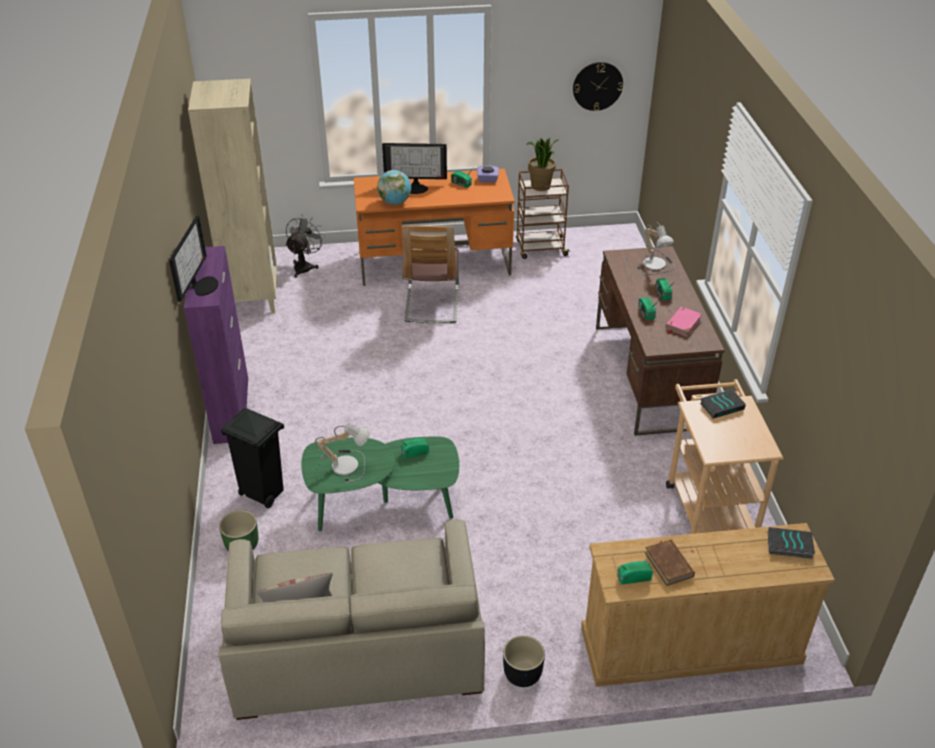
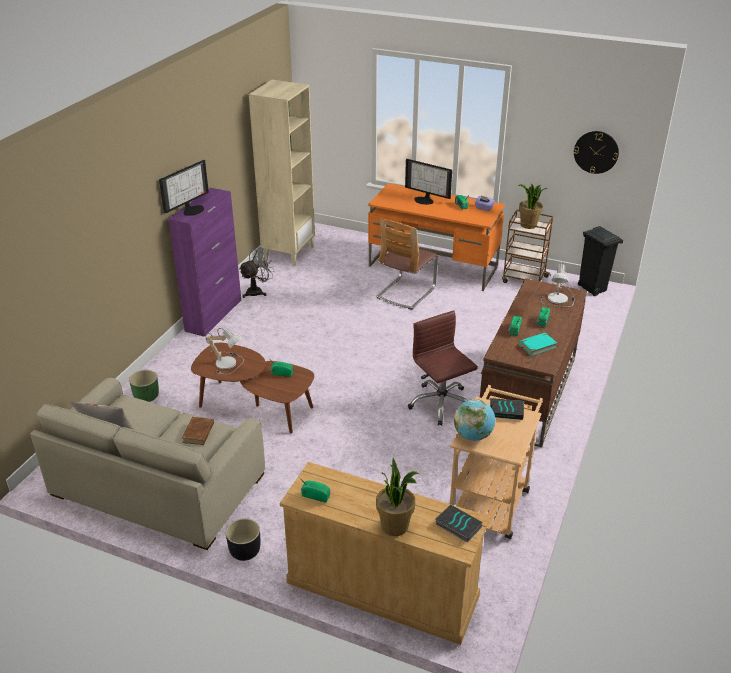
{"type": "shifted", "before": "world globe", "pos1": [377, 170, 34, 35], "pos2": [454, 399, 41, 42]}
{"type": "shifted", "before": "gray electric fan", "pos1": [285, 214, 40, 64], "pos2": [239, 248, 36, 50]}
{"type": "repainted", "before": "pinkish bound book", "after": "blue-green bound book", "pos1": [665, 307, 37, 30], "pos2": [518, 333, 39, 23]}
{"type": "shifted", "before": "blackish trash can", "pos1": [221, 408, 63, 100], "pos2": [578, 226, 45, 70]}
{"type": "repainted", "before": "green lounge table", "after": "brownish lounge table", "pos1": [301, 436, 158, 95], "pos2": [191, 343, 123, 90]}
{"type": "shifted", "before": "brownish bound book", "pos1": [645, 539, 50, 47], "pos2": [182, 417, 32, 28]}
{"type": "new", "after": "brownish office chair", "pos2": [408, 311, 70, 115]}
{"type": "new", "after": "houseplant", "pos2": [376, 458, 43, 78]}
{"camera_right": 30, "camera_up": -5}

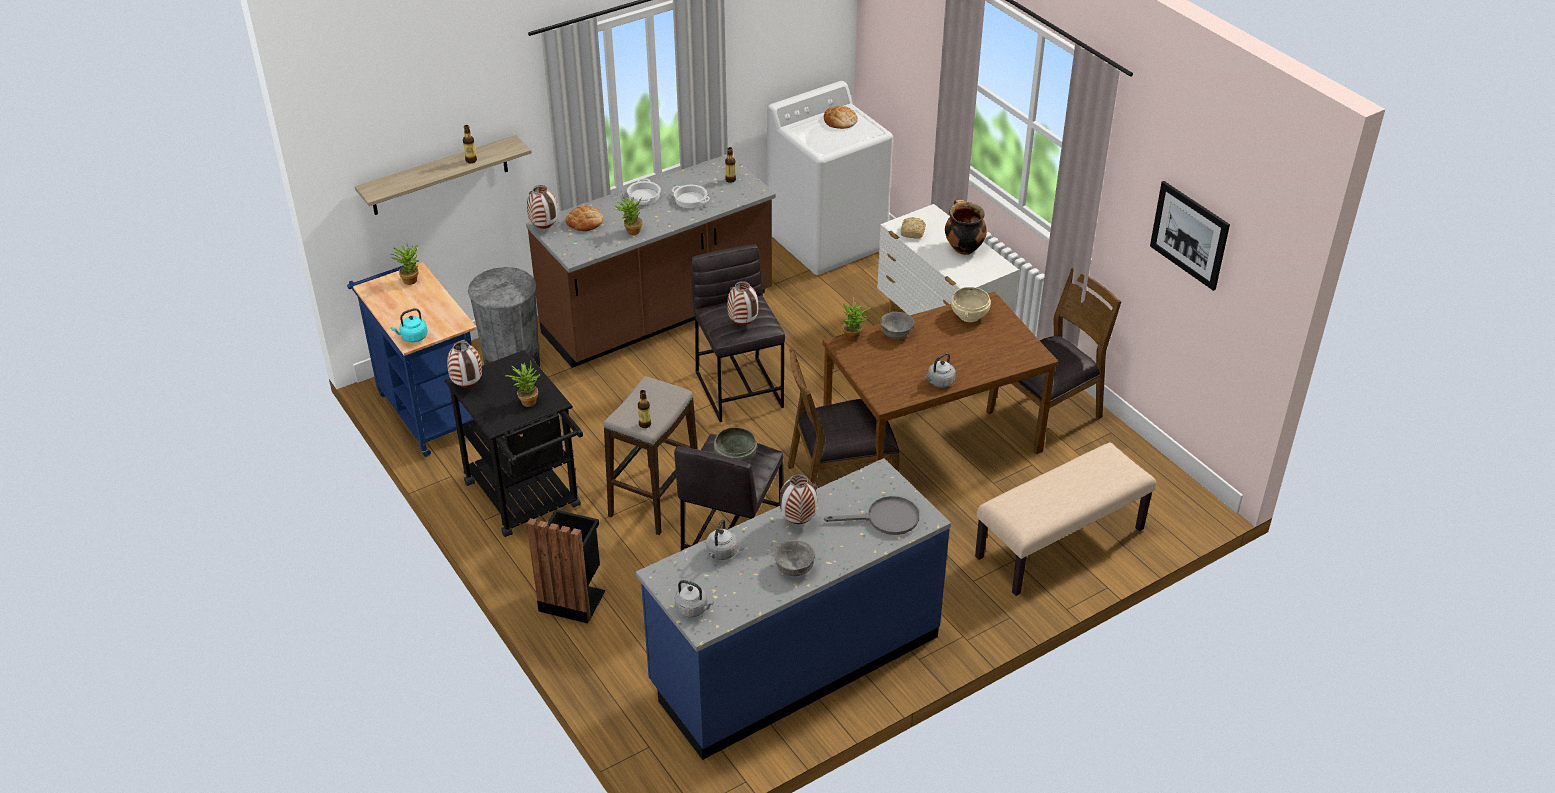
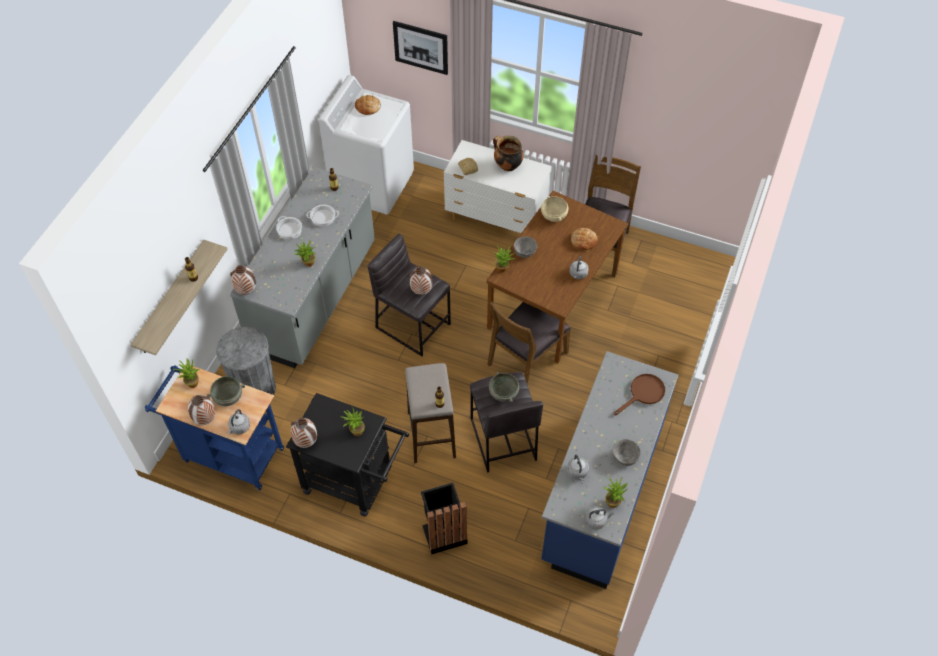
{"type": "repainted", "before": "brownish counter", "after": "gray counter", "pos1": [526, 154, 250, 214], "pos2": [230, 167, 145, 201]}
{"type": "shifted", "before": "wall picture", "pos1": [1150, 181, 80, 110], "pos2": [393, 21, 55, 54]}
{"type": "shifted", "before": "bakery bread", "pos1": [566, 206, 37, 25], "pos2": [571, 228, 26, 22]}
{"type": "repainted", "before": "blue-green water kettle", "after": "gray water kettle", "pos1": [391, 308, 37, 35], "pos2": [227, 409, 23, 25]}
{"type": "gone", "before": "beige bench", "pos1": [975, 442, 181, 154]}
{"type": "shifted", "before": "flower vase", "pos1": [780, 474, 37, 50], "pos2": [188, 395, 27, 30]}
{"type": "repainted", "before": "gray pan", "after": "brownish pan", "pos1": [824, 496, 95, 39], "pos2": [614, 374, 51, 41]}
{"type": "new", "after": "gray bowl", "pos2": [207, 376, 38, 30]}
{"type": "new", "after": "houseplant", "pos2": [604, 476, 24, 32]}
{"camera_right": -35, "camera_up": 15}

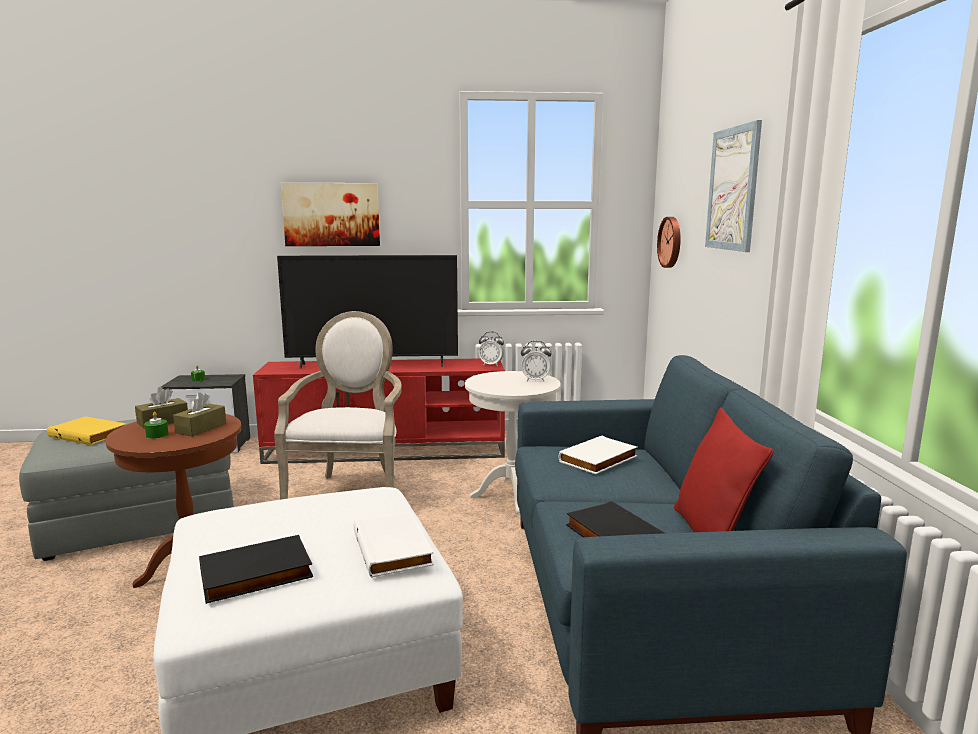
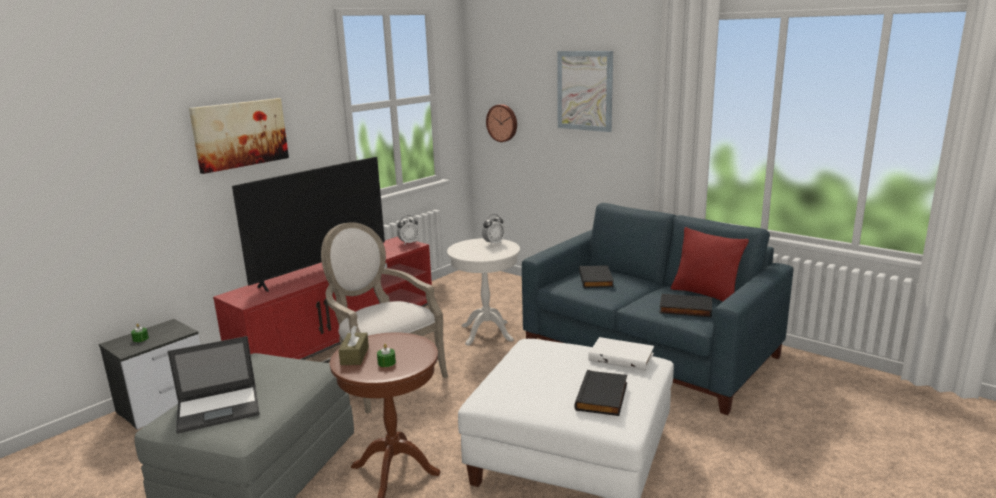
{"type": "gone", "before": "brownish box of tissues", "pos1": [173, 393, 53, 44]}
{"type": "swapped", "before": "yellow-coloured bound book", "after": "portable computer", "pos1": [47, 416, 79, 29], "pos2": [167, 336, 93, 98]}
{"type": "repainted", "before": "whitish bound book", "after": "blackish bound book", "pos1": [559, 436, 78, 38], "pos2": [579, 265, 35, 23]}
{"camera_right": -45, "camera_up": 5}

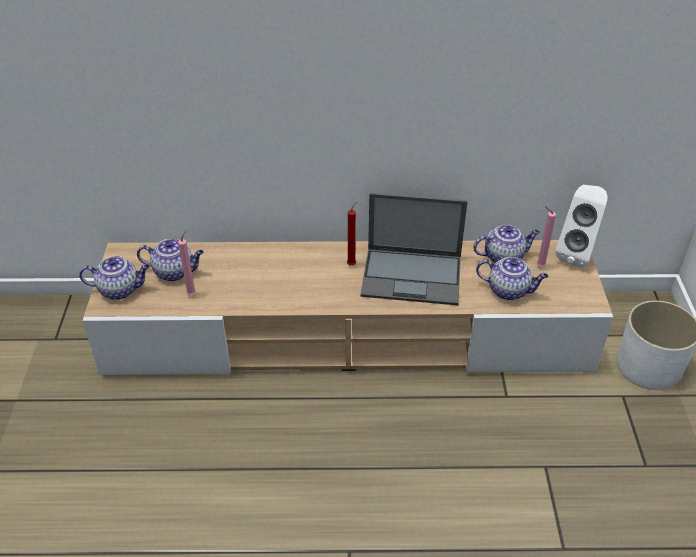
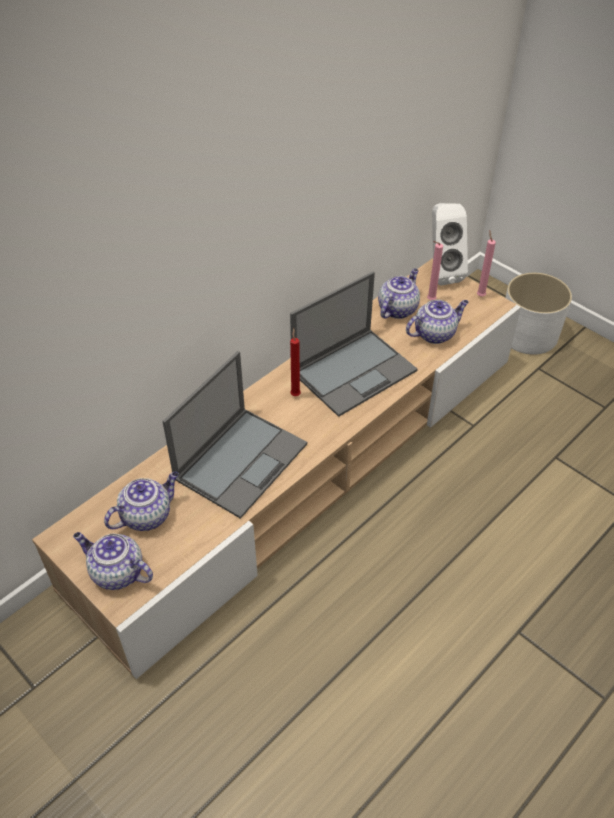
{"type": "shifted", "before": "pinkish wax candle", "pos1": [178, 230, 18, 66], "pos2": [477, 231, 19, 65]}
{"type": "rotated", "before": "teapot", "pos1": [79, 256, 71, 44], "pos2": [73, 532, 80, 58], "turn": -105}
{"type": "new", "after": "portable computer", "pos2": [162, 351, 145, 168]}
{"camera_right": -45, "camera_up": 5}

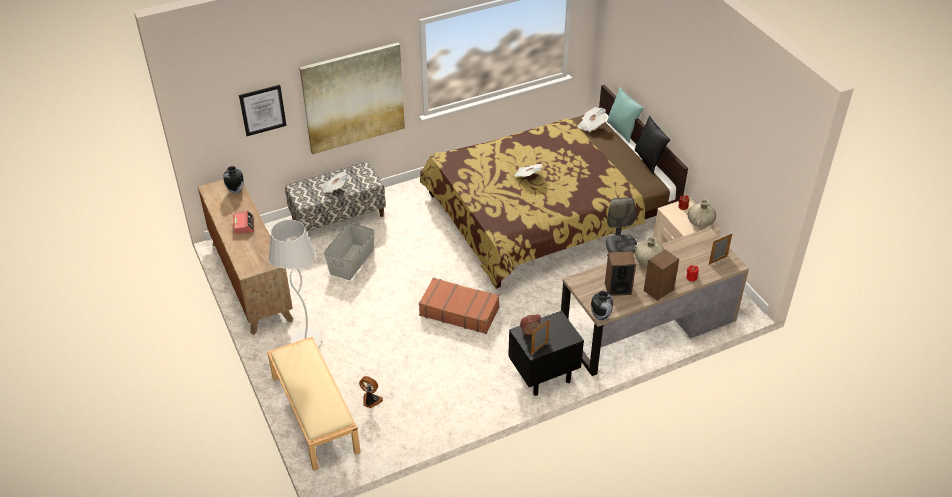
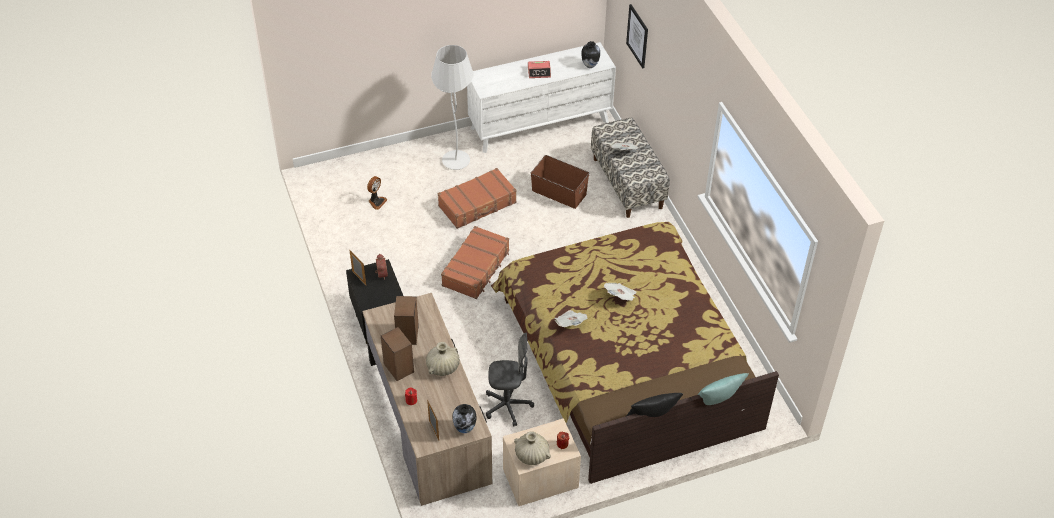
{"type": "gone", "before": "wall picture", "pos1": [299, 43, 106, 112]}
{"type": "shifted", "before": "newspaper", "pos1": [578, 107, 29, 25], "pos2": [554, 310, 34, 17]}
{"type": "repainted", "before": "brownish chest of drawers", "after": "whitish chest of drawers", "pos1": [198, 179, 95, 156], "pos2": [467, 42, 149, 111]}
{"type": "repainted", "before": "gray storage container", "after": "brownish storage container", "pos1": [324, 222, 51, 58], "pos2": [531, 155, 58, 54]}
{"type": "shifted", "before": "flower vase", "pos1": [591, 291, 22, 29], "pos2": [452, 404, 25, 29]}
{"type": "gone", "before": "beige bench", "pos1": [267, 337, 94, 134]}
{"type": "new", "after": "brownish suitcase", "pos2": [438, 168, 79, 61]}
{"camera_right": 95, "camera_up": 5}

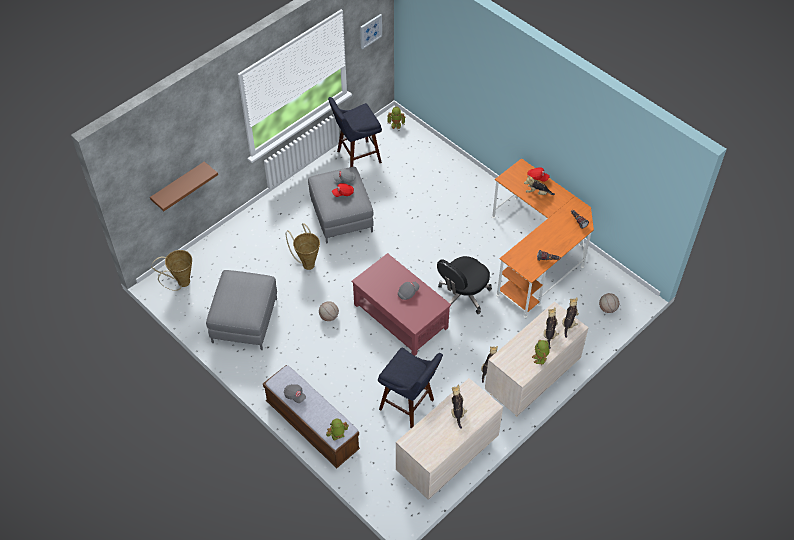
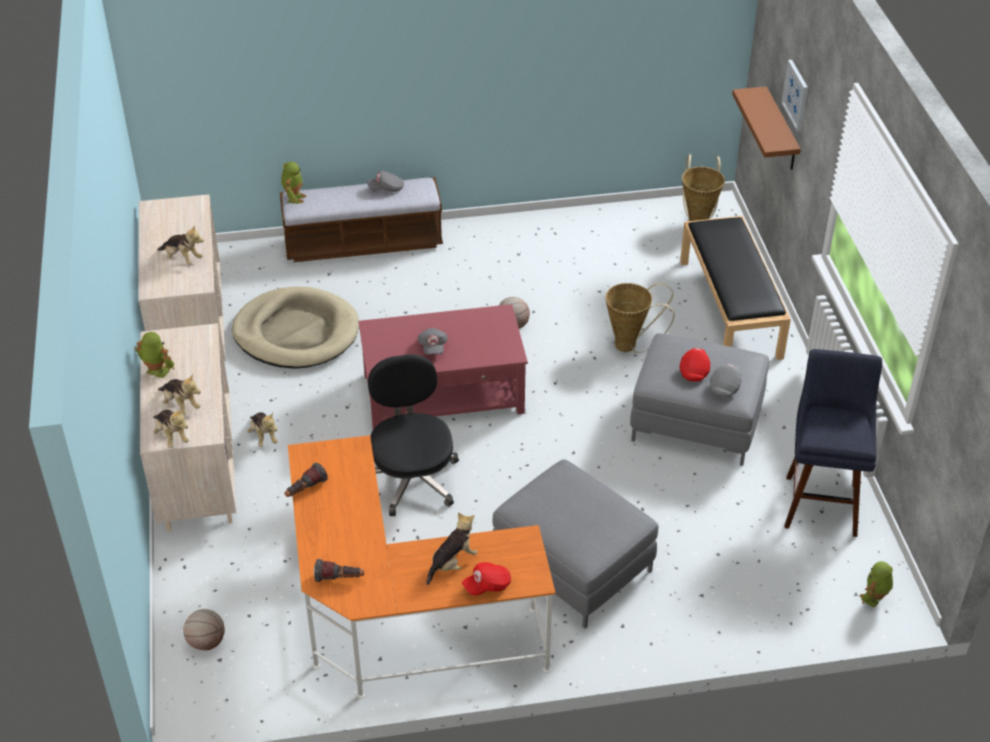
{"type": "shifted", "before": "wall picture", "pos1": [360, 14, 22, 35], "pos2": [782, 60, 26, 72]}
{"type": "shifted", "before": "gray pouffe", "pos1": [206, 270, 71, 80], "pos2": [493, 459, 165, 170]}
{"type": "swapped", "before": "bluish stool", "after": "beige dog bed", "pos1": [378, 348, 65, 80], "pos2": [232, 286, 127, 83]}
{"type": "new", "after": "blackish bench", "pos2": [680, 216, 111, 144]}
{"camera_right": 125, "camera_up": -10}

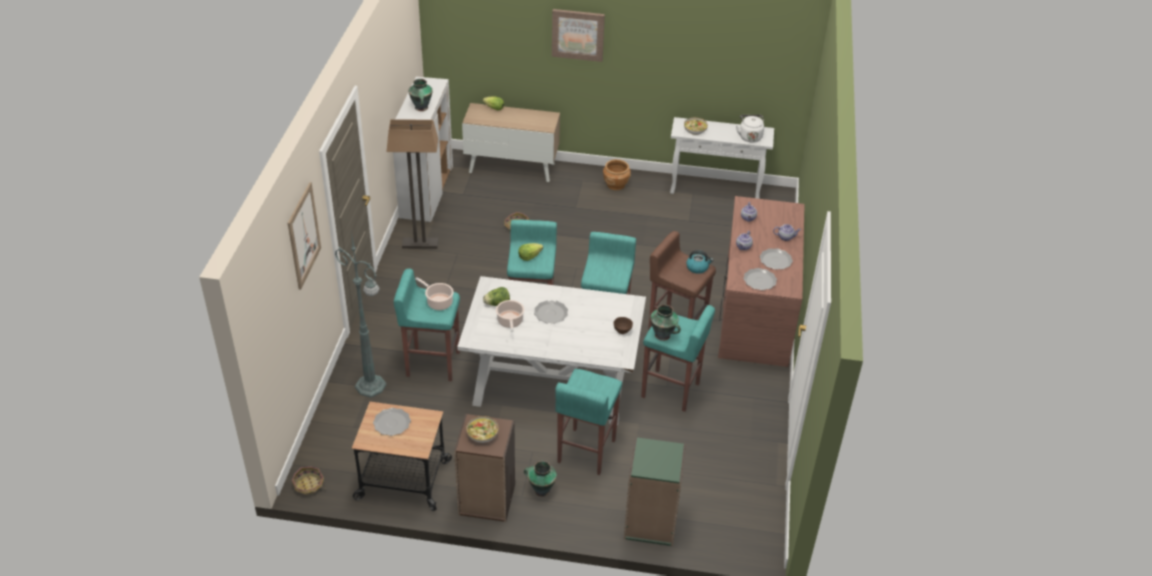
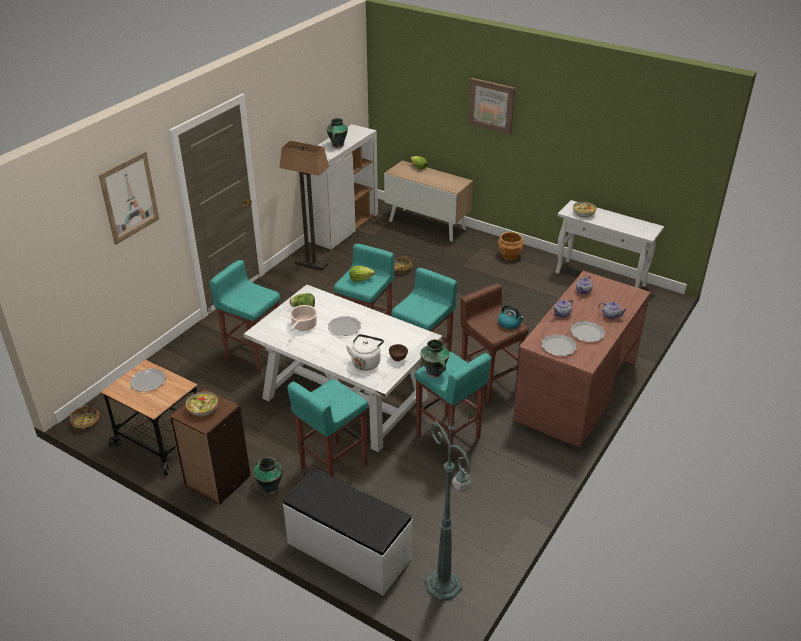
{"type": "shifted", "before": "whitish water kettle", "pos1": [736, 115, 28, 28], "pos2": [346, 334, 38, 37]}
{"type": "shifted", "before": "green standing lamp", "pos1": [335, 232, 52, 166], "pos2": [425, 412, 47, 189]}
{"type": "gone", "before": "saucepot", "pos1": [415, 277, 39, 33]}
{"type": "swapped", "before": "green shelving unit", "after": "whitish bench", "pos1": [624, 437, 62, 109], "pos2": [283, 468, 130, 127]}
{"camera_right": 25, "camera_up": -5}

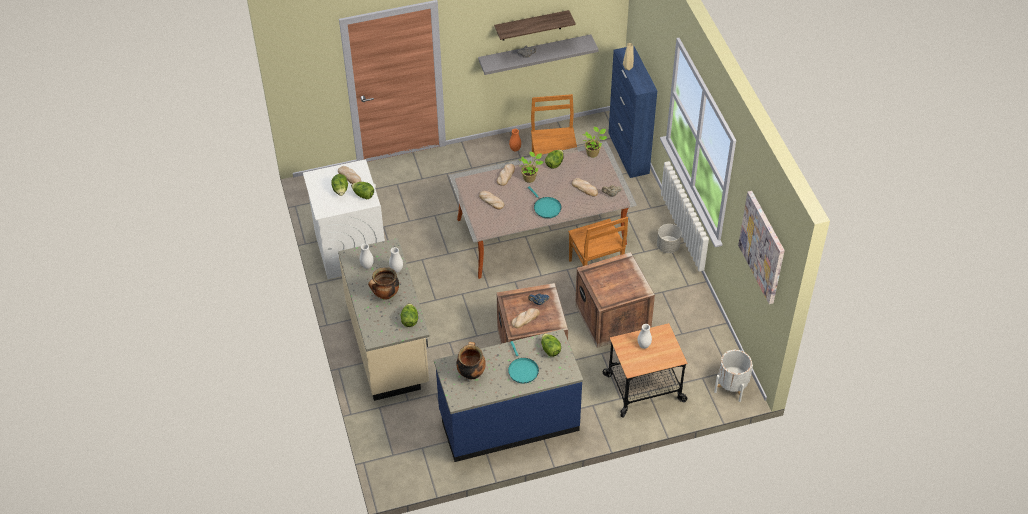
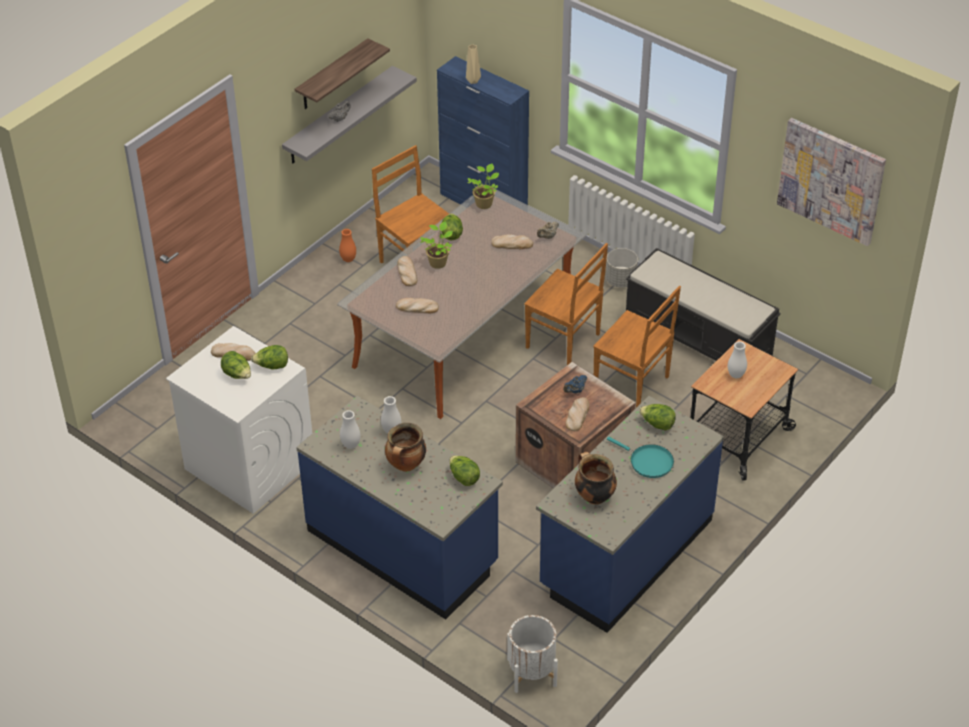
{"type": "gone", "before": "blue-green pan", "pos1": [528, 186, 33, 32]}
{"type": "repainted", "before": "beige counter", "after": "bluish counter", "pos1": [338, 238, 92, 163], "pos2": [296, 396, 207, 223]}
{"type": "swapped", "before": "packing crate", "after": "brownish plain chair", "pos1": [575, 252, 80, 96], "pos2": [593, 286, 88, 122]}
{"type": "shifted", "before": "whitish flower pot", "pos1": [714, 350, 39, 52], "pos2": [507, 615, 51, 78]}
{"type": "new", "after": "blackish bench", "pos2": [626, 248, 154, 113]}
{"camera_right": -35, "camera_up": -5}

